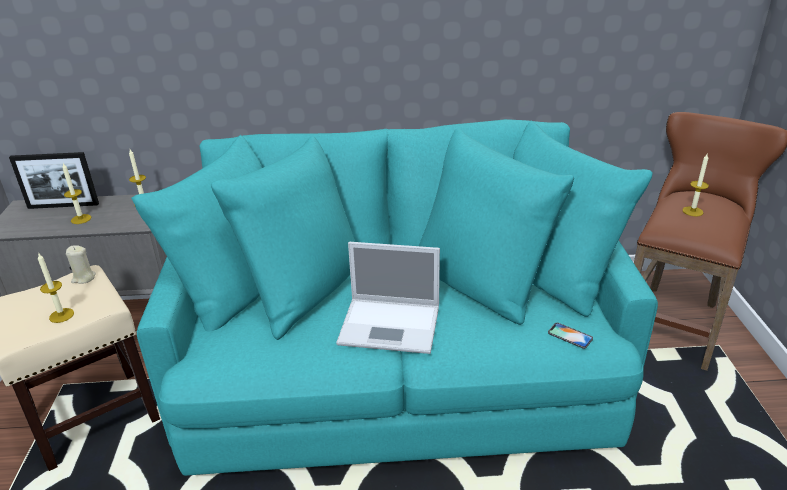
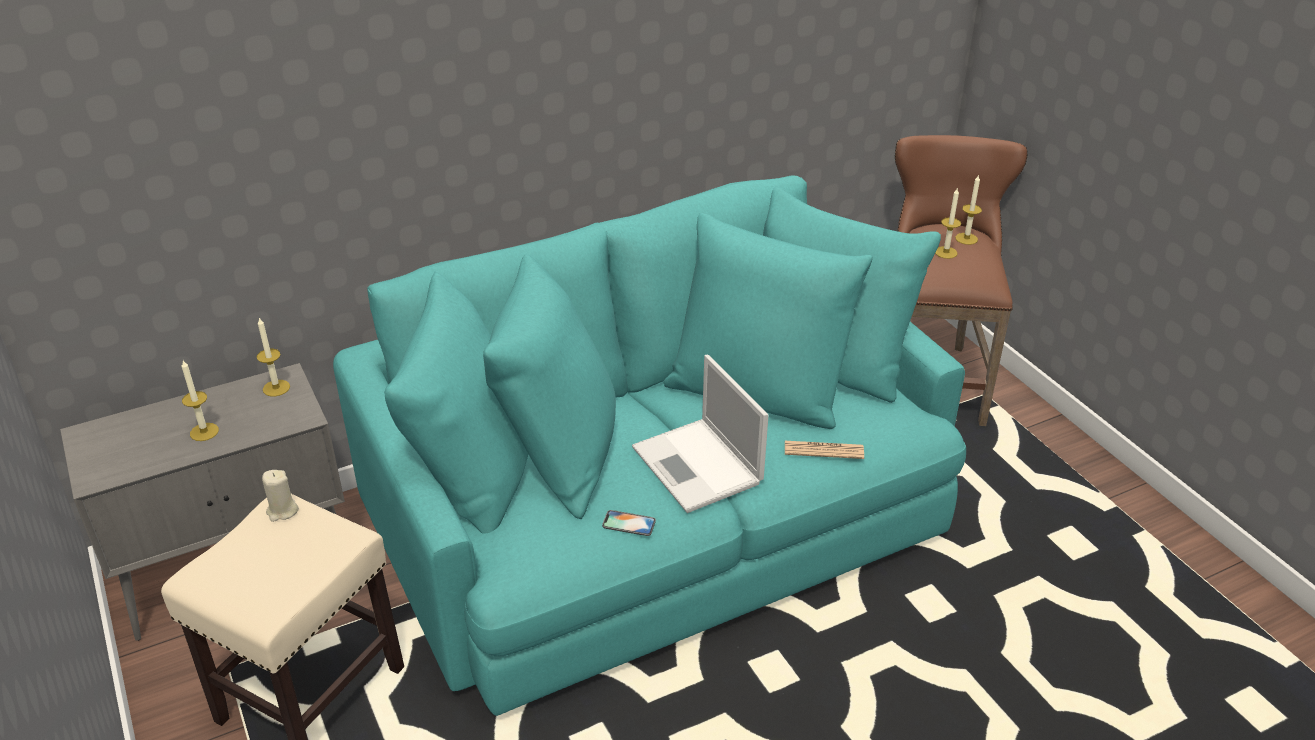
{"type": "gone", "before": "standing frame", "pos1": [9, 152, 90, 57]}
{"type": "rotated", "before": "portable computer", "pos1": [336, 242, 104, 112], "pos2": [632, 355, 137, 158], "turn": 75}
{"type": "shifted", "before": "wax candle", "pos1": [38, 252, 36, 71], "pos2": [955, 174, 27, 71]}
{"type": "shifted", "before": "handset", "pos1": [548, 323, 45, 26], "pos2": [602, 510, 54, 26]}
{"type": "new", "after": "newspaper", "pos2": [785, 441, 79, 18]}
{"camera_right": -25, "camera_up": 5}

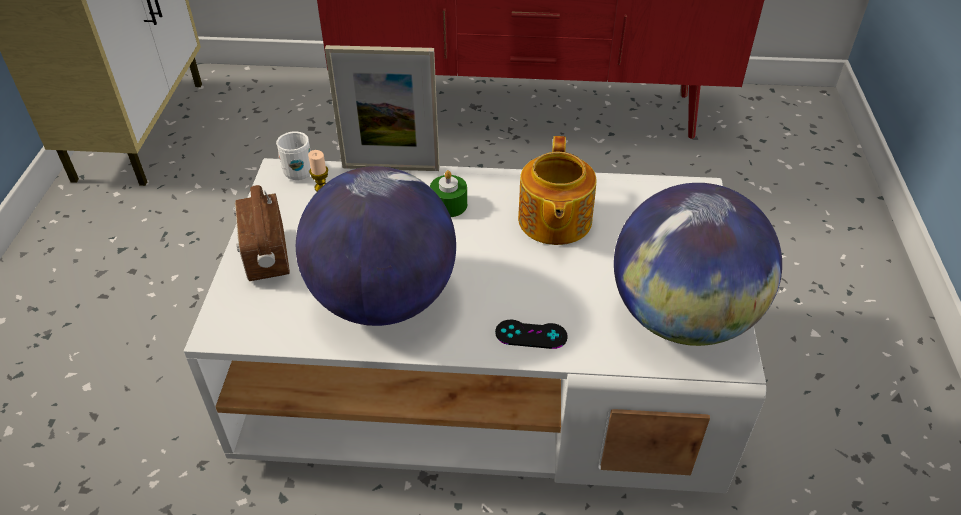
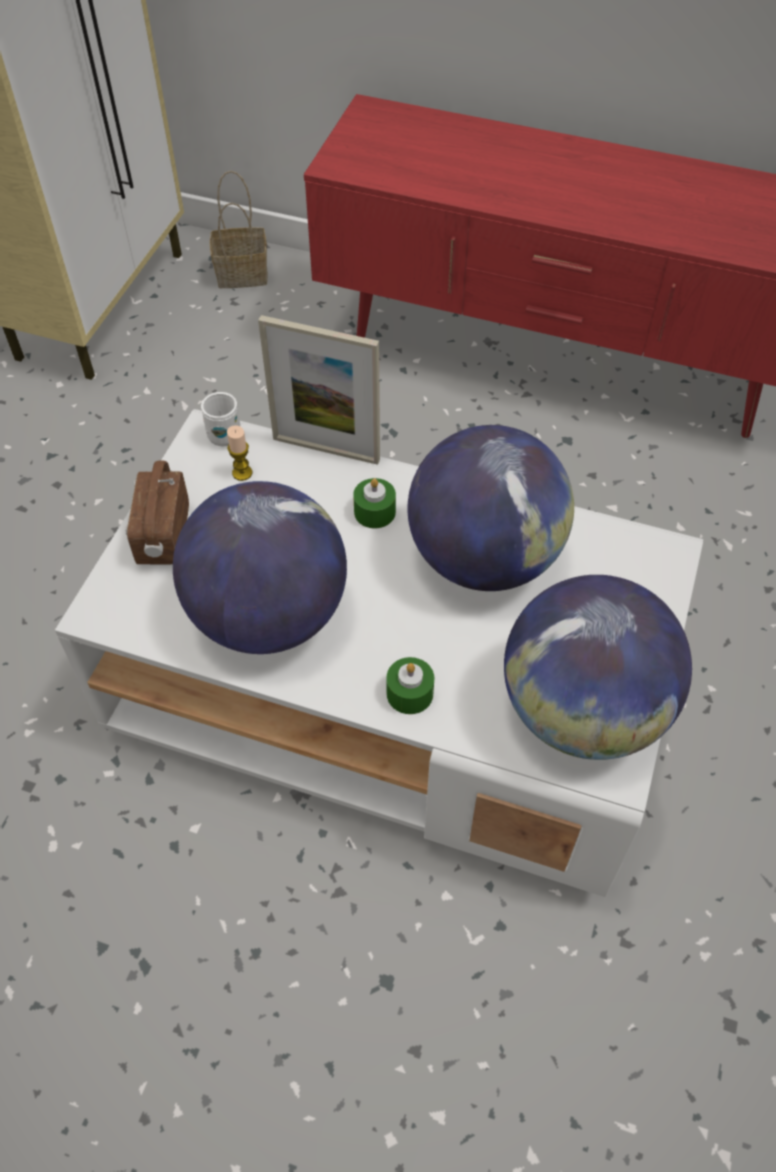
{"type": "swapped", "before": "teapot", "after": "world globe", "pos1": [518, 136, 79, 109], "pos2": [408, 425, 166, 166]}
{"type": "swapped", "before": "blackish game controller", "after": "green wax candle", "pos1": [495, 320, 73, 29], "pos2": [386, 657, 48, 57]}
{"type": "new", "after": "storage basket", "pos2": [210, 171, 58, 117]}
{"camera_right": 15, "camera_up": 10}

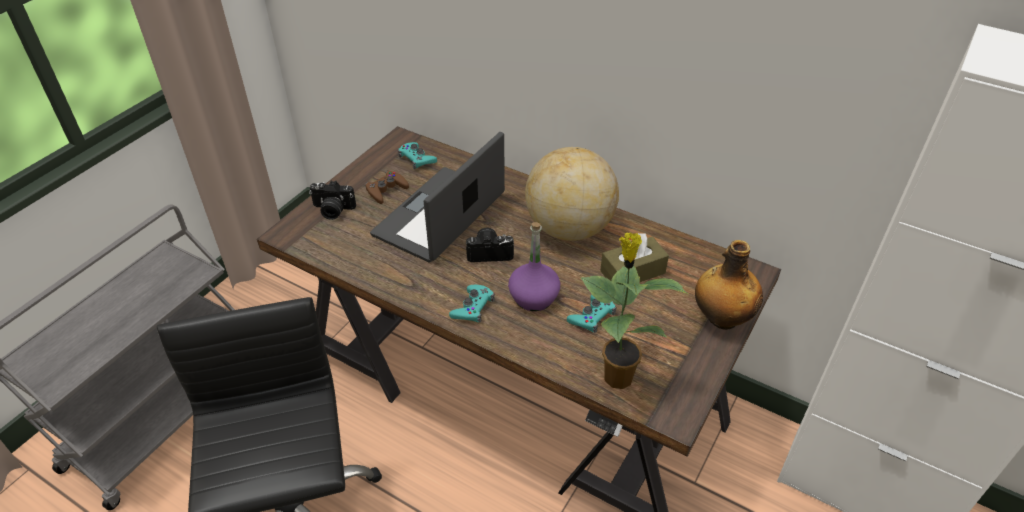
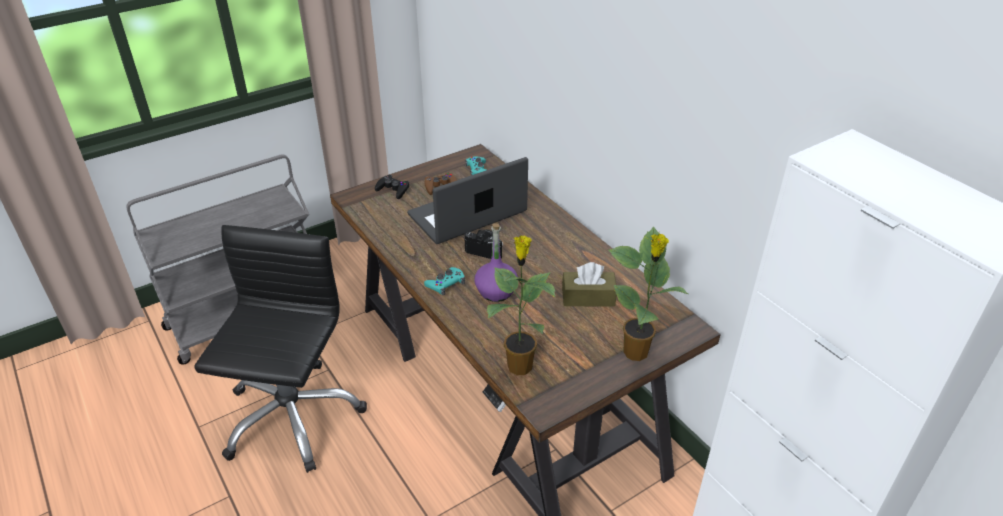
{"type": "gone", "before": "world globe", "pos1": [525, 147, 94, 94]}
{"type": "swapped", "before": "photo camera", "after": "blackish game controller", "pos1": [309, 180, 47, 40], "pos2": [375, 175, 34, 24]}
{"type": "swapped", "before": "drink bottle", "after": "houseplant", "pos1": [695, 240, 68, 90], "pos2": [608, 226, 80, 135]}
{"type": "gone", "before": "blue-green game controller", "pos1": [567, 295, 50, 38]}
{"camera_right": 25, "camera_up": -5}

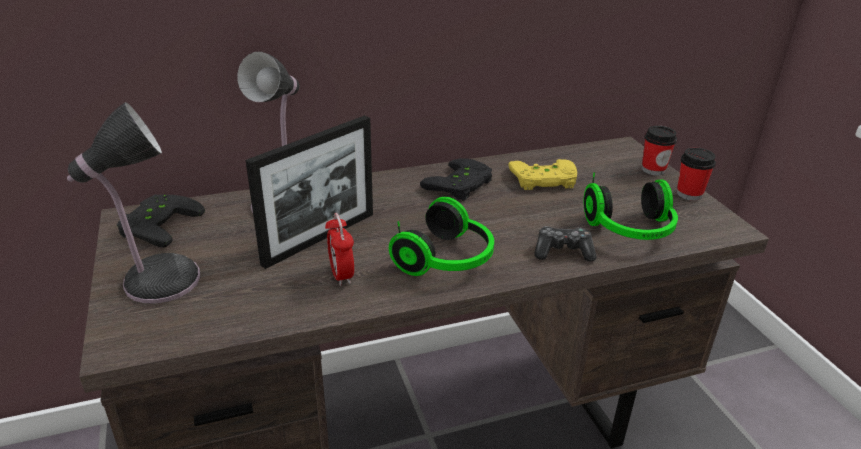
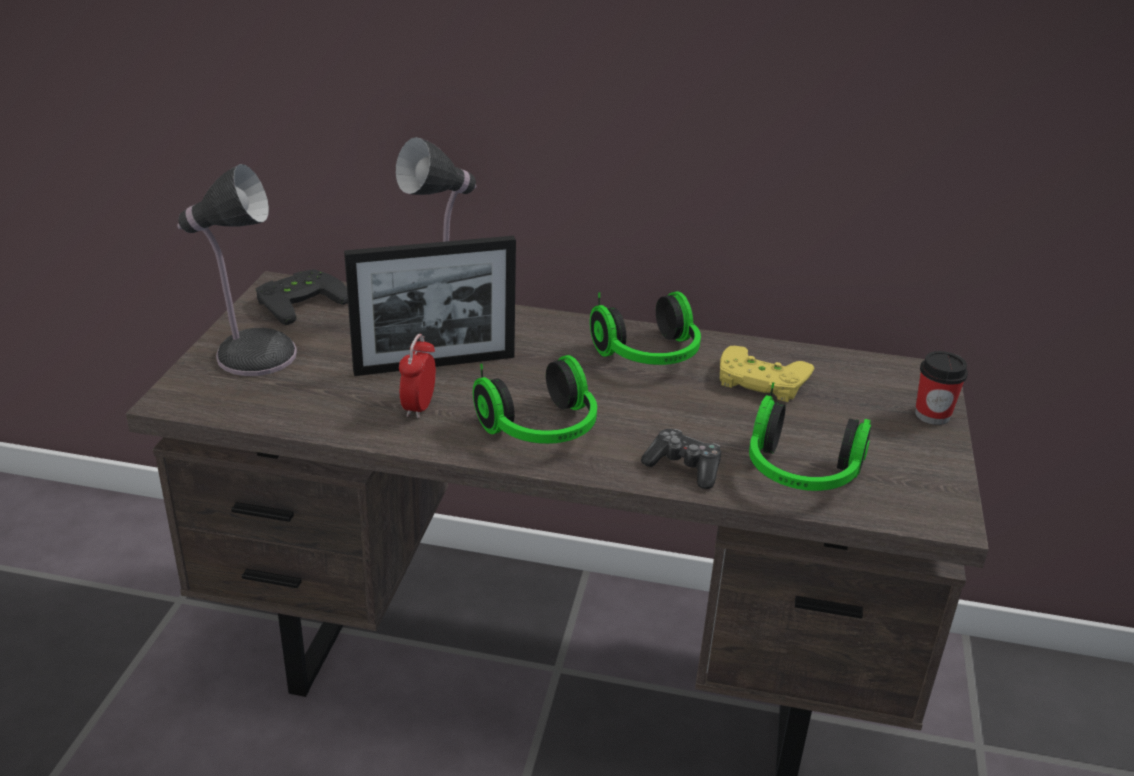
{"type": "gone", "before": "cup", "pos1": [677, 148, 39, 53]}
{"type": "swapped", "before": "blackish game controller", "after": "pair of headphones", "pos1": [420, 158, 72, 43], "pos2": [590, 291, 111, 74]}
{"camera_right": 30, "camera_up": 0}

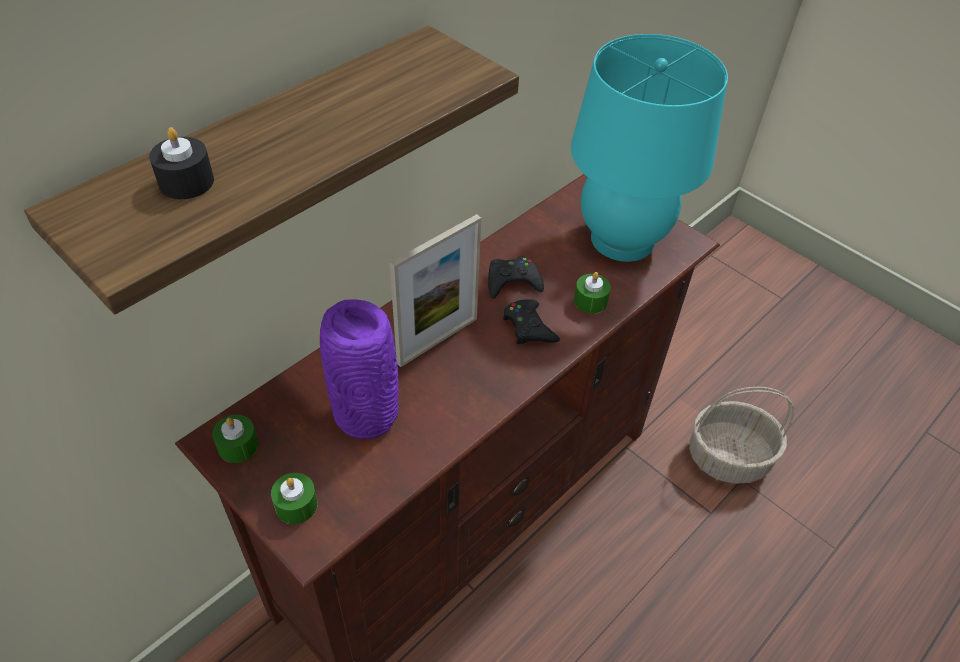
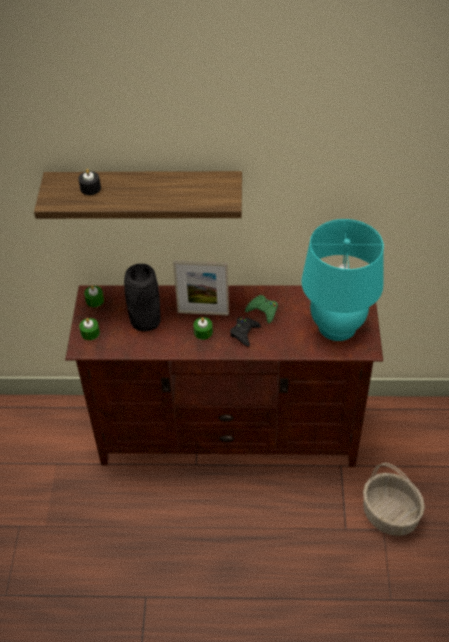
{"type": "repainted", "before": "blackish game controller", "after": "green game controller", "pos1": [488, 256, 56, 43], "pos2": [245, 295, 33, 28]}
{"type": "shifted", "before": "green wax candle", "pos1": [574, 272, 37, 42], "pos2": [193, 317, 20, 23]}
{"type": "repainted", "before": "purplish flower vase", "after": "blackish flower vase", "pos1": [320, 299, 79, 140], "pos2": [124, 264, 37, 68]}
{"camera_right": 50, "camera_up": 0}

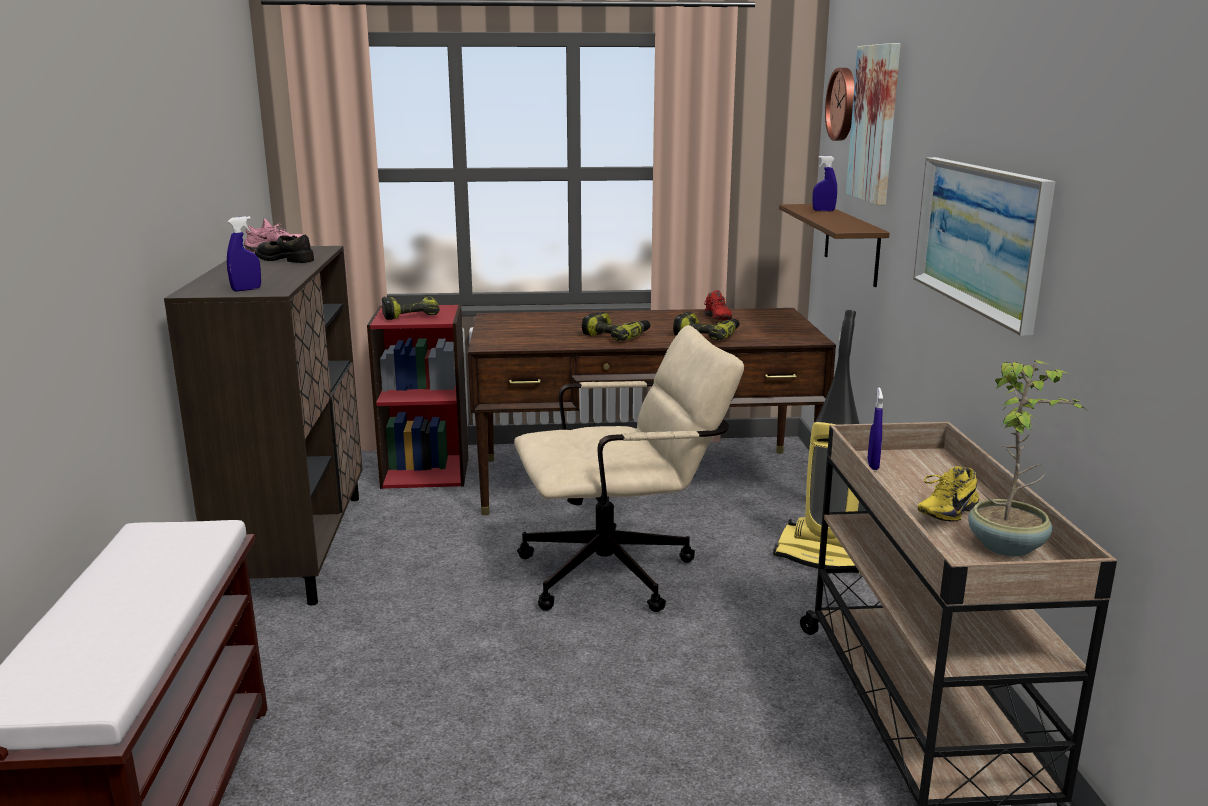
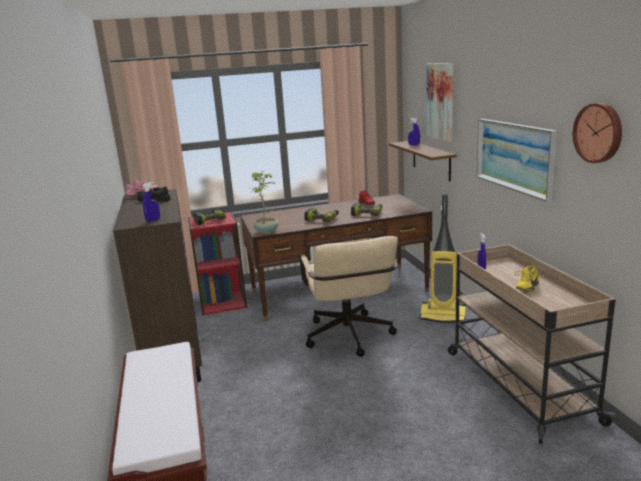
{"type": "shifted", "before": "wall clock", "pos1": [825, 68, 29, 73], "pos2": [573, 103, 49, 60]}
{"type": "rotated", "before": "beige office chair", "pos1": [514, 325, 230, 287], "pos2": [300, 236, 98, 121], "turn": 105}
{"type": "shifted", "before": "houseplant", "pos1": [968, 360, 117, 196], "pos2": [252, 171, 26, 63]}
{"camera_right": -10, "camera_up": 0}

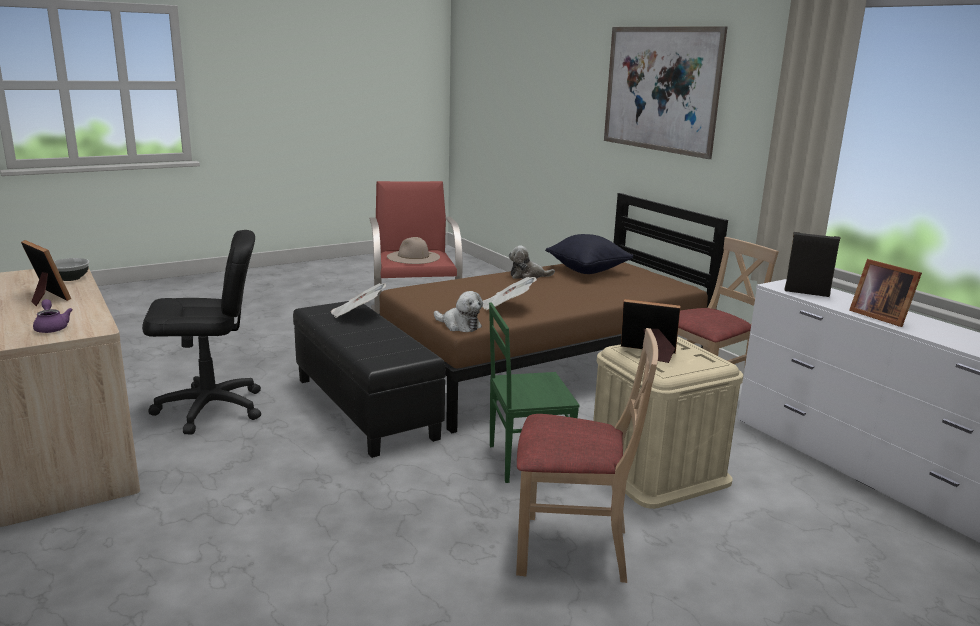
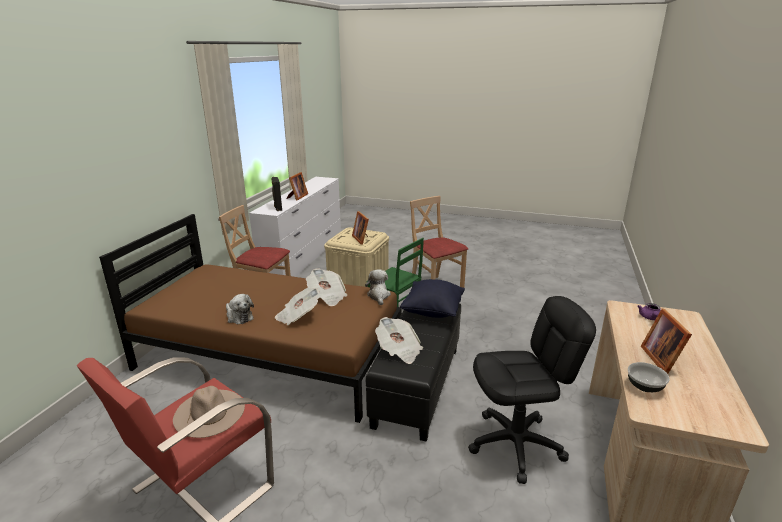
{"type": "gone", "before": "wall picture", "pos1": [604, 26, 124, 133]}
{"type": "rotated", "before": "blackish office chair", "pos1": [142, 230, 119, 204], "pos2": [468, 296, 128, 188], "turn": 135}
{"type": "shifted", "before": "blackish cushion", "pos1": [545, 234, 89, 40], "pos2": [400, 279, 65, 39]}
{"type": "new", "after": "newspaper", "pos2": [275, 288, 45, 37]}
{"camera_right": -130, "camera_up": 5}

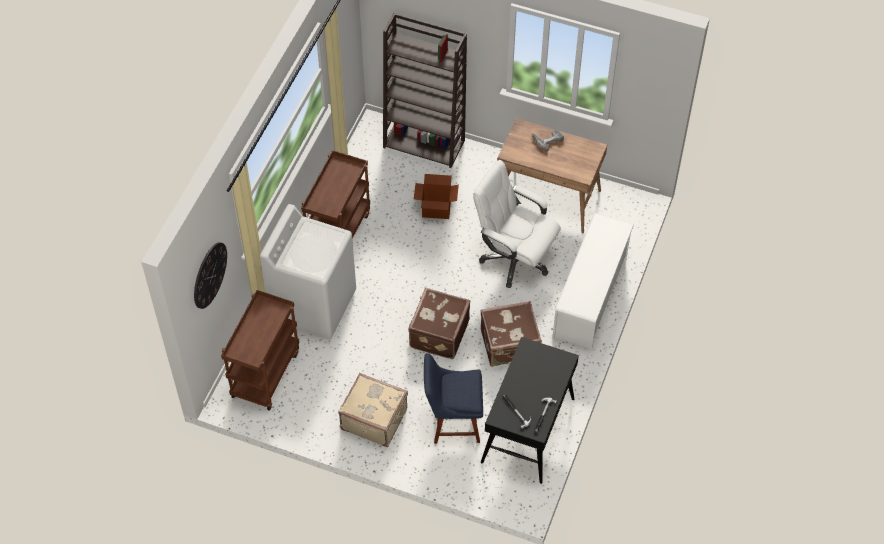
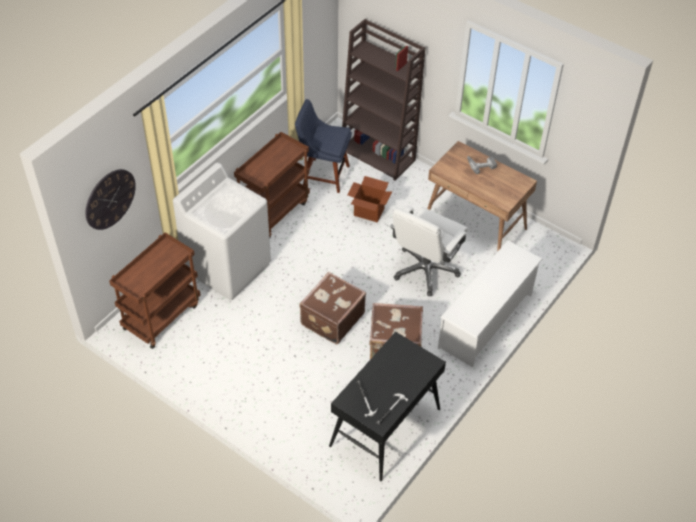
{"type": "rotated", "before": "whitish office chair", "pos1": [473, 160, 88, 128], "pos2": [390, 206, 78, 90], "turn": -105}
{"type": "shifted", "before": "bluish plain chair", "pos1": [424, 353, 59, 91], "pos2": [295, 99, 57, 94]}
{"type": "gone", "before": "beige suitcase", "pos1": [338, 373, 70, 74]}
{"camera_right": 15, "camera_up": -5}

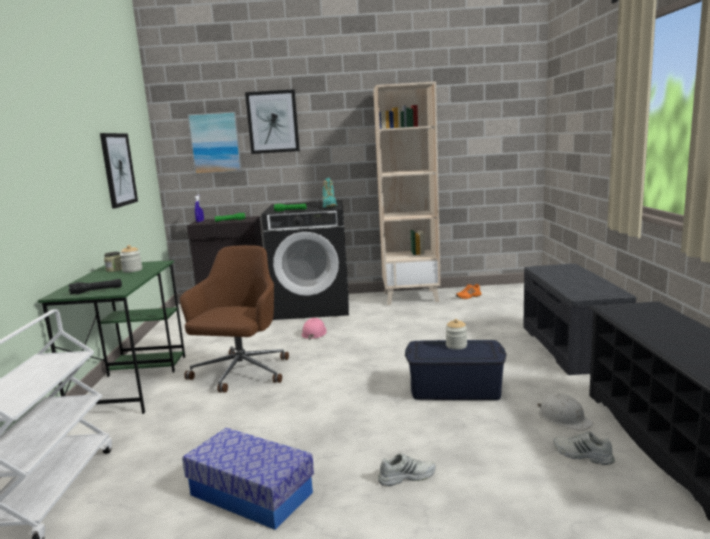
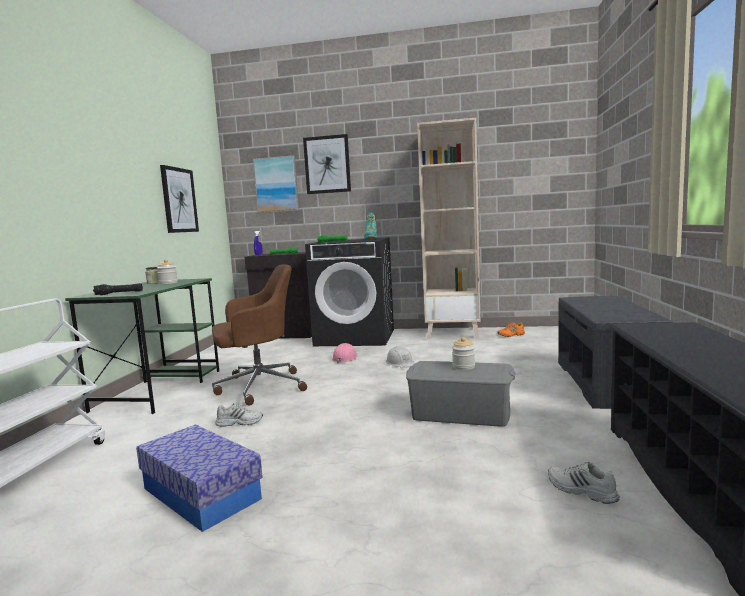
{"type": "rotated", "before": "brownish office chair", "pos1": [180, 245, 109, 148], "pos2": [212, 264, 95, 141], "turn": 45}
{"type": "repainted", "before": "bluish storage container", "after": "gray storage container", "pos1": [405, 340, 101, 60], "pos2": [406, 361, 109, 66]}
{"type": "shifted", "before": "whitish hard hat", "pos1": [537, 393, 57, 38], "pos2": [386, 346, 29, 22]}
{"type": "shifted", "before": "whitish low shoe", "pos1": [378, 453, 58, 33], "pos2": [215, 403, 48, 24]}
{"camera_right": 10, "camera_up": -5}

